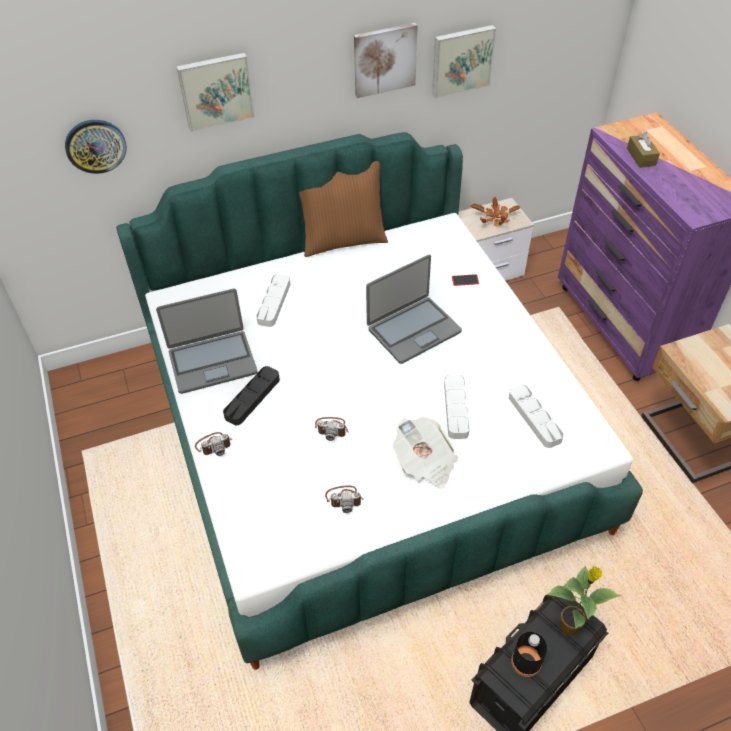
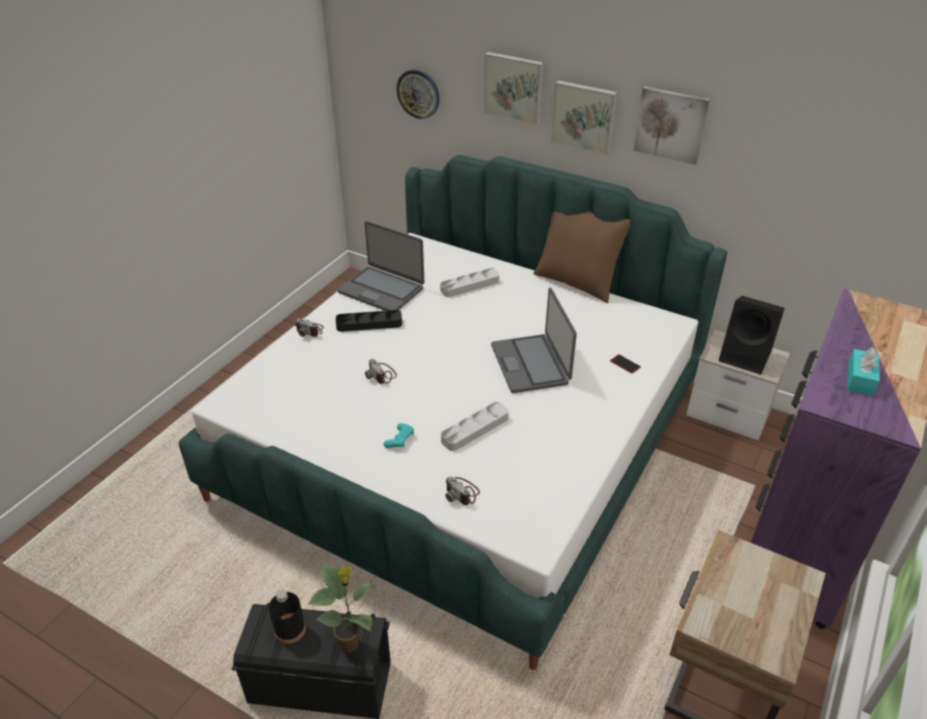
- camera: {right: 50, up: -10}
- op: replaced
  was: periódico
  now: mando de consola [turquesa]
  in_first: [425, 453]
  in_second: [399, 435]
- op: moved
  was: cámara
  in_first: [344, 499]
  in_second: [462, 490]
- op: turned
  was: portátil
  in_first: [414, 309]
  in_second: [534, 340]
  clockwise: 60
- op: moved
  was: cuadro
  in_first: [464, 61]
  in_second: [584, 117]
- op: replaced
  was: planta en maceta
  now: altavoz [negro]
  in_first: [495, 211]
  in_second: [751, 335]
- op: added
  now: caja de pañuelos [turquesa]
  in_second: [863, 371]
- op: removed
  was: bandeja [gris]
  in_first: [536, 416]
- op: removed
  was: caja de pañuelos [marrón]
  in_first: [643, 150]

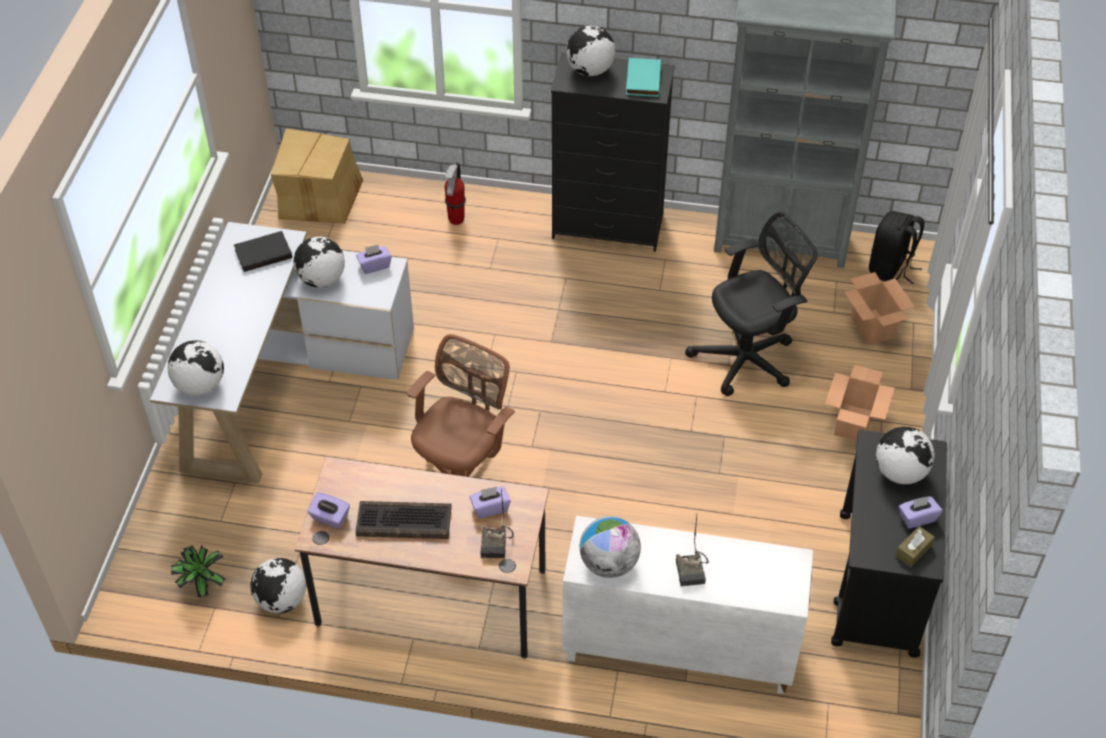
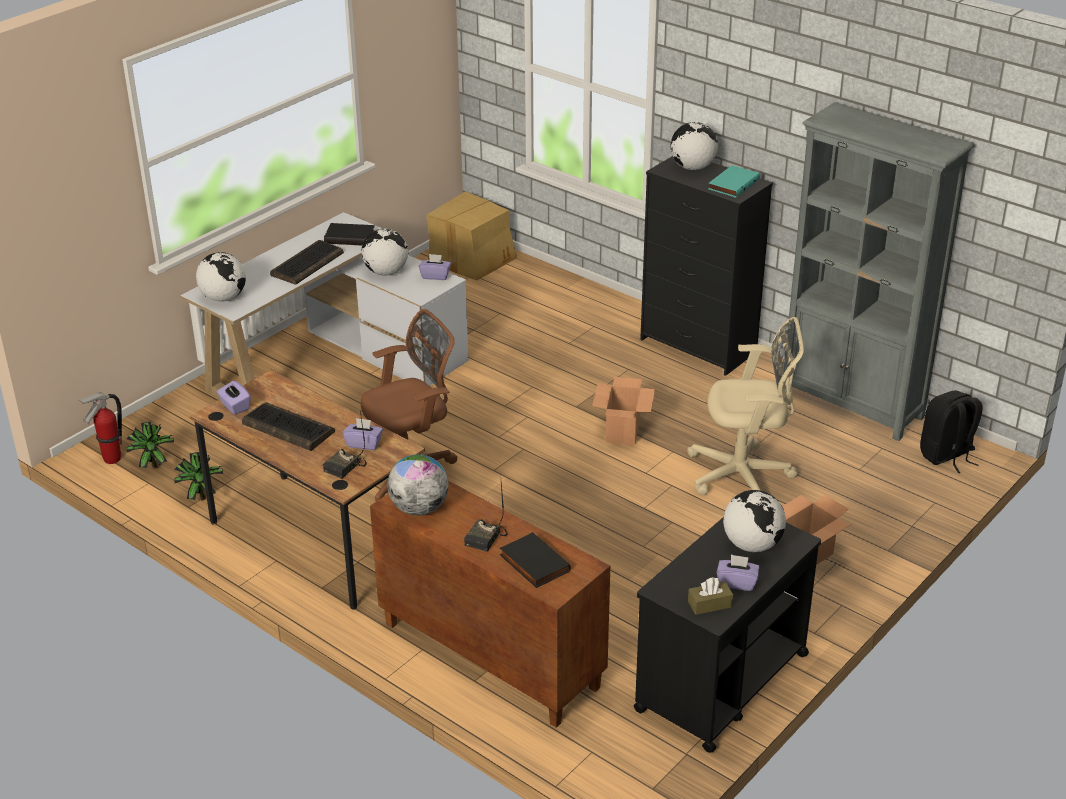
- camera: {right: 30, up: -15}
- op: moved
  was: extintor
  in_first: [455, 194]
  in_second: [100, 428]
- op: replaced
  was: globo terráqueo
  now: planta en maceta
  in_first: [278, 585]
  in_second: [198, 476]
- op: added
  now: teclado
  in_second: [307, 262]
- op: recoloured
  was: armario [blanco]
  now: armario [marrón]
  in_first: [687, 604]
  in_second: [490, 604]
- op: added
  now: libro [negro]
  in_second: [535, 560]
- op: moved
  was: caja de cartón
  in_first: [879, 308]
  in_second: [623, 411]
- op: recoloured
  was: silla de oficina [negro]
  now: silla de oficina [beis]
  in_first: [751, 304]
  in_second: [745, 406]

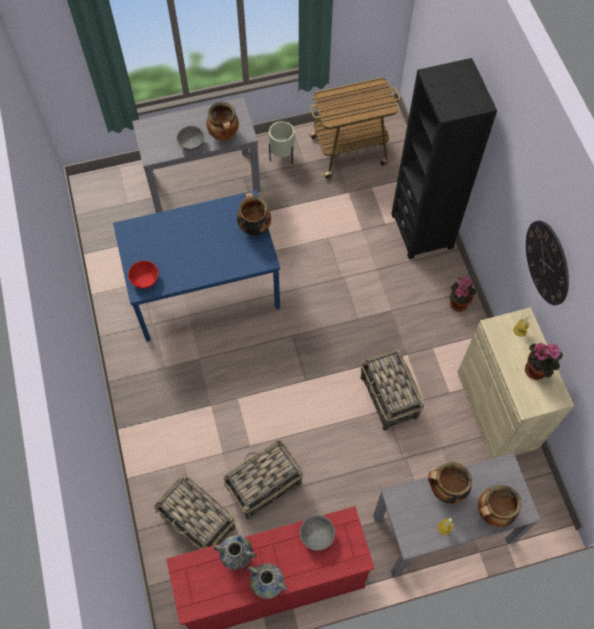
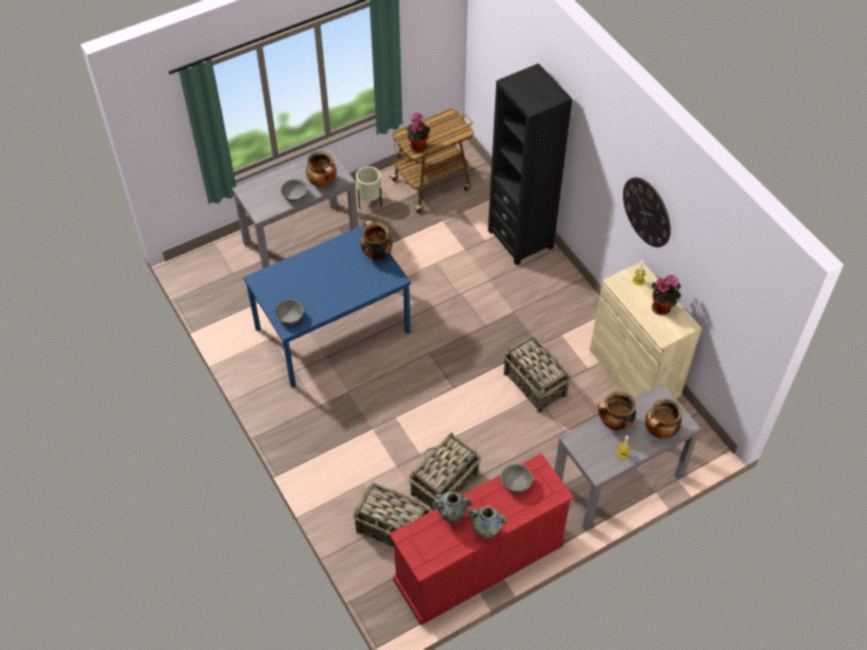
- camera: {right: -15, up: -10}
- op: recoloured
  was: cuenco [rojo]
  now: cuenco [gris]
  in_first: [143, 275]
  in_second: [289, 312]
- op: moved
  was: planta en maceta
  in_first: [463, 294]
  in_second: [418, 132]

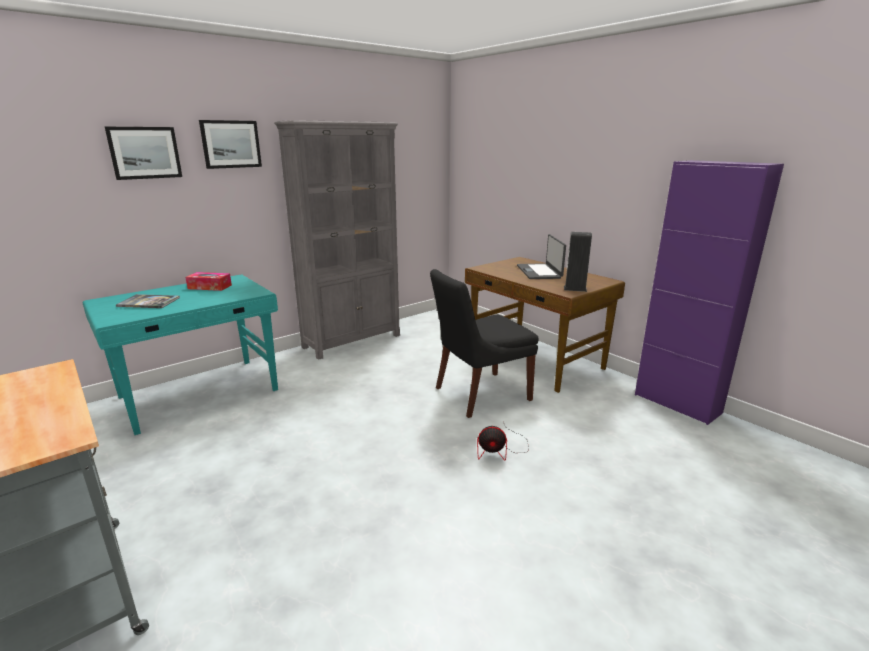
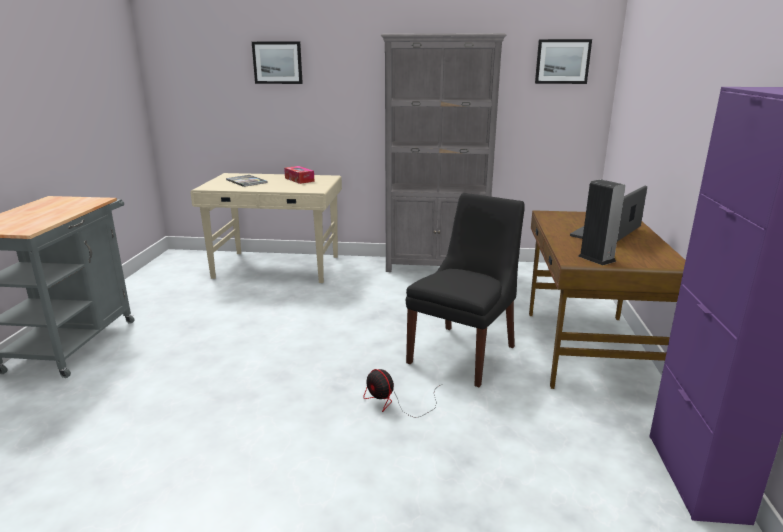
- camera: {right: 45, up: 0}
- op: recoloured
  was: escritorio [turquesa]
  now: escritorio [beis]
  in_first: [180, 355]
  in_second: [266, 228]
- op: turned
  was: silla [negro]
  in_first: [484, 343]
  in_second: [465, 290]
  clockwise: 105
- op: moved
  was: cuadro
  in_first: [230, 144]
  in_second: [563, 61]

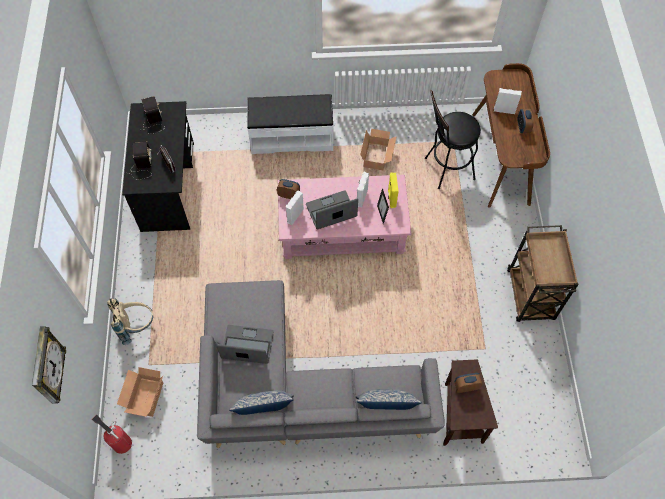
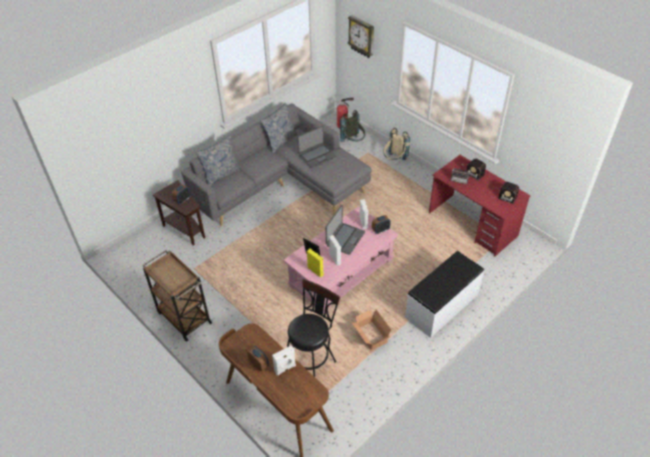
- camera: {right: 140, up: -15}
- op: replaced
  was: caja de cartón
  now: mochila [gris]
  in_first: [140, 392]
  in_second: [352, 126]
- op: recoloured
  was: escritorio [negro]
  now: escritorio [rojo]
  in_first: [158, 166]
  in_second: [480, 205]

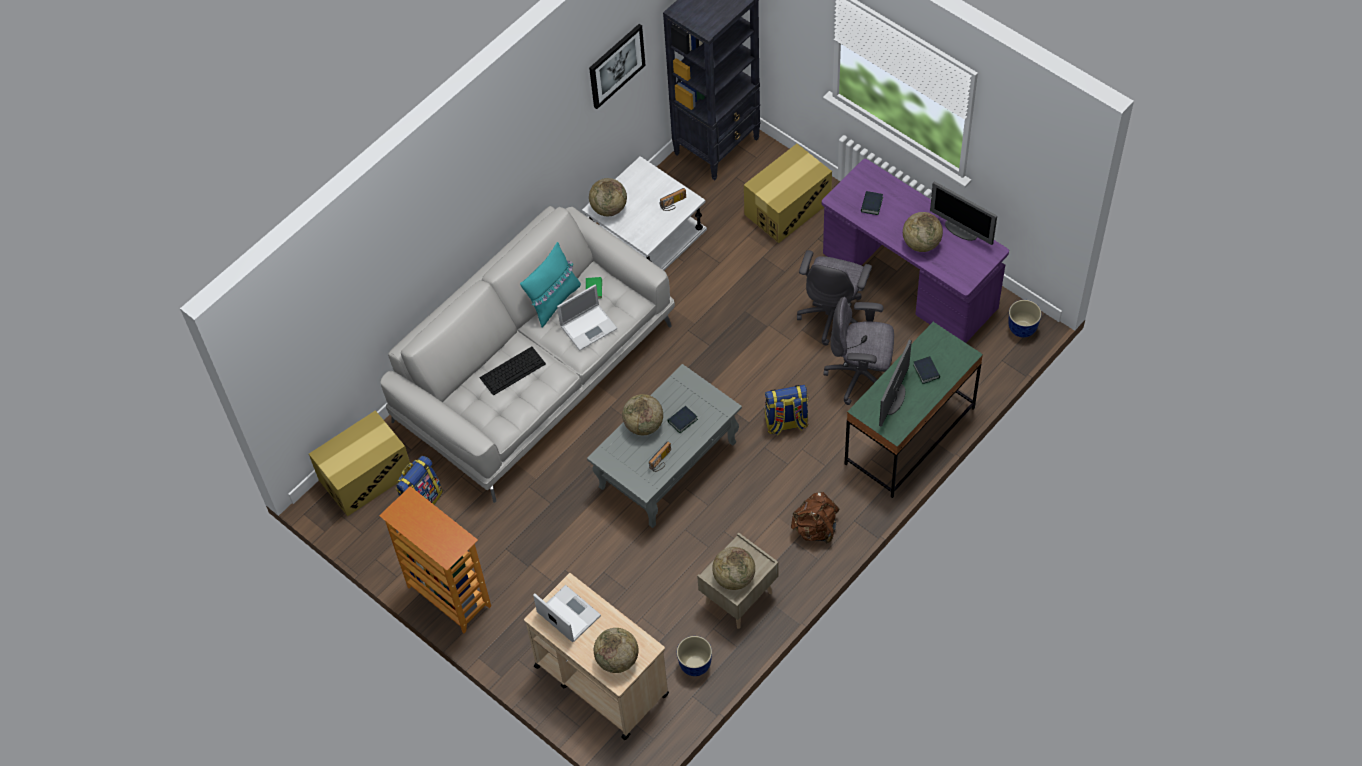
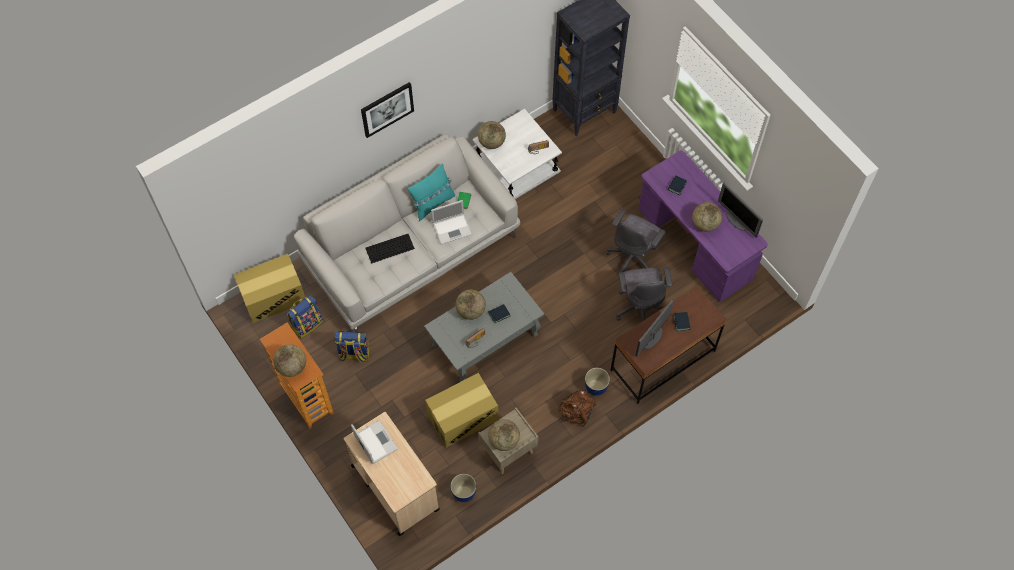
- camera: {right: 10, up: 5}
- op: moved
  was: globo terráqueo
  in_first: [616, 650]
  in_second: [289, 360]
- op: moved
  was: mochila
  in_first: [787, 410]
  in_second: [352, 347]
- op: moved
  was: cuadro
  in_first: [617, 66]
  in_second: [387, 110]
- op: moved
  was: caja de cartón
  in_first: [788, 193]
  in_second: [461, 410]
- op: moved
  was: maceta
  in_first: [1025, 318]
  in_second: [597, 382]
- op: recoloured
  was: escritorio [verde]
  now: escritorio [marrón]
  in_first: [914, 410]
  in_second: [669, 345]
- op: turned
  was: silla de oficina [gris]
  in_first: [858, 351]
  in_second: [644, 294]
  clockwise: -120

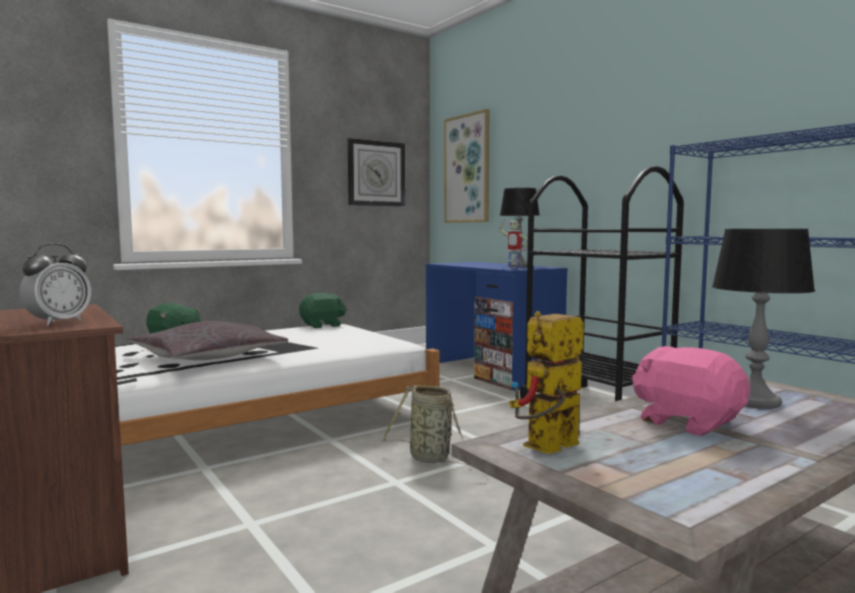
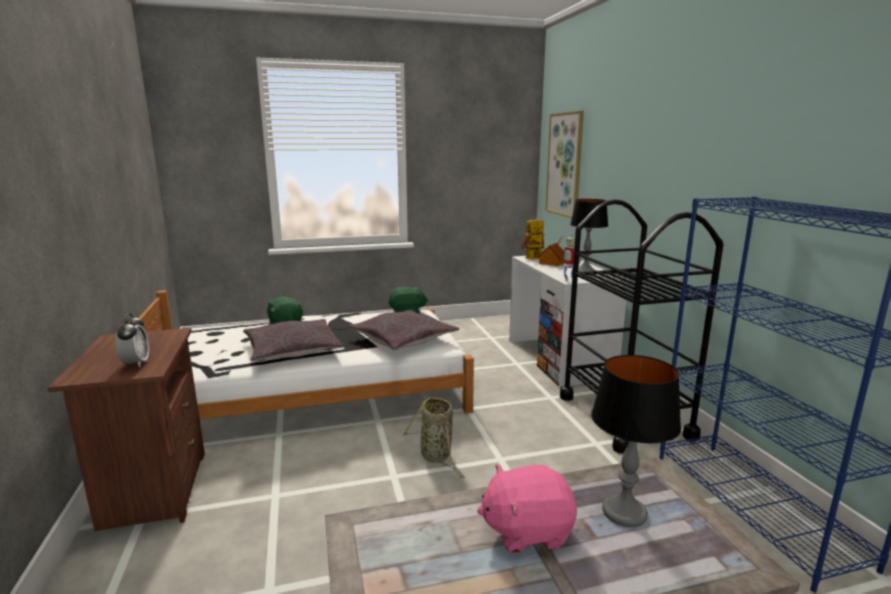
- camera: {right: 20, up: 10}
- op: turned
  was: despertador
  in_first: [55, 284]
  in_second: [132, 340]
  clockwise: -60
- op: added
  now: cojín [gris]
  in_second: [403, 330]
- op: turned
  was: peluche [rosa]
  in_first: [690, 391]
  in_second: [527, 508]
  clockwise: -75
- op: recoloured
  was: escritorio [azul]
  now: escritorio [blanco]
  in_first: [497, 326]
  in_second: [568, 321]
- op: moved
  was: robot de juguete
  in_first: [546, 382]
  in_second: [532, 239]
- op: added
  now: casita
  in_second: [551, 255]
- op: removed
  was: reloj de pared
  in_first: [376, 172]

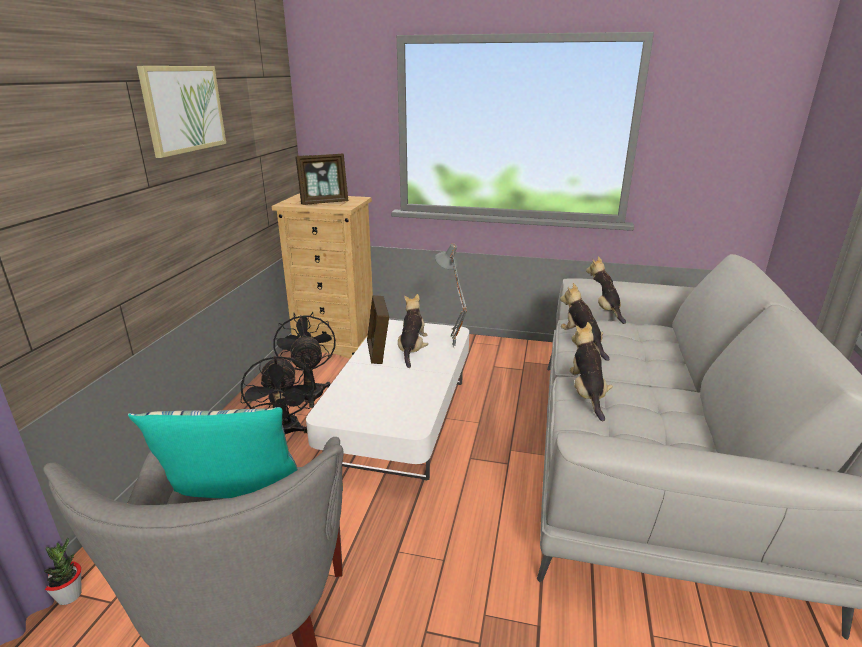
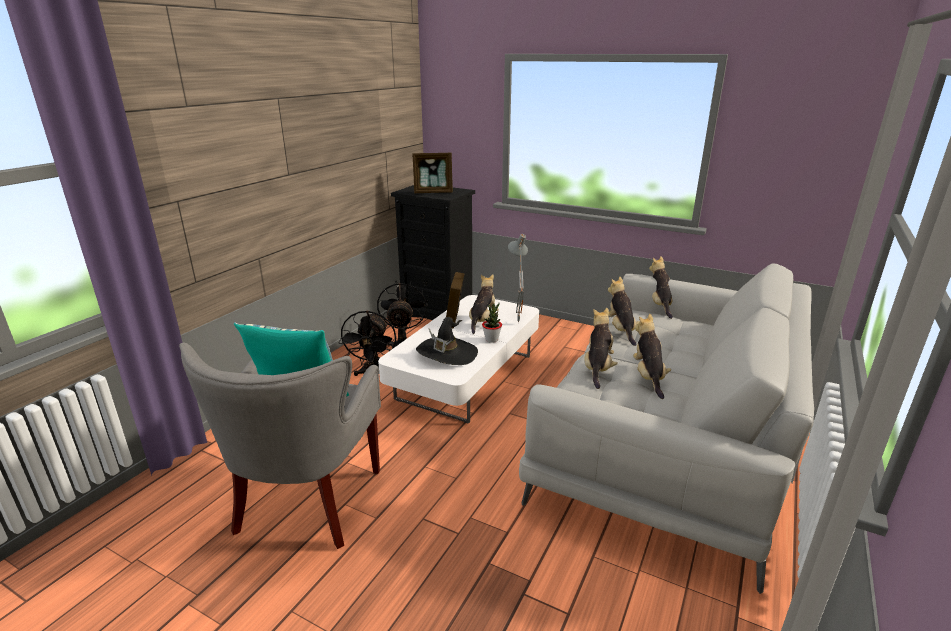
- camera: {right: 15, up: 0}
- op: recoloured
  was: cómoda [beis]
  now: cómoda [negro]
  in_first: [322, 276]
  in_second: [433, 252]
- op: added
  now: sombrero [negro]
  in_second: [447, 341]
- op: moved
  was: planta en maceta
  in_first: [63, 571]
  in_second: [492, 322]
- op: added
  now: peluche
  in_second: [652, 356]
- op: removed
  was: cuadro
  in_first: [181, 112]

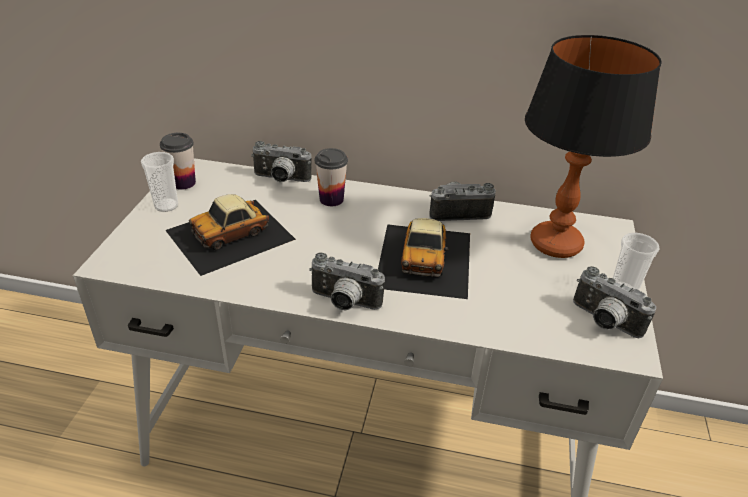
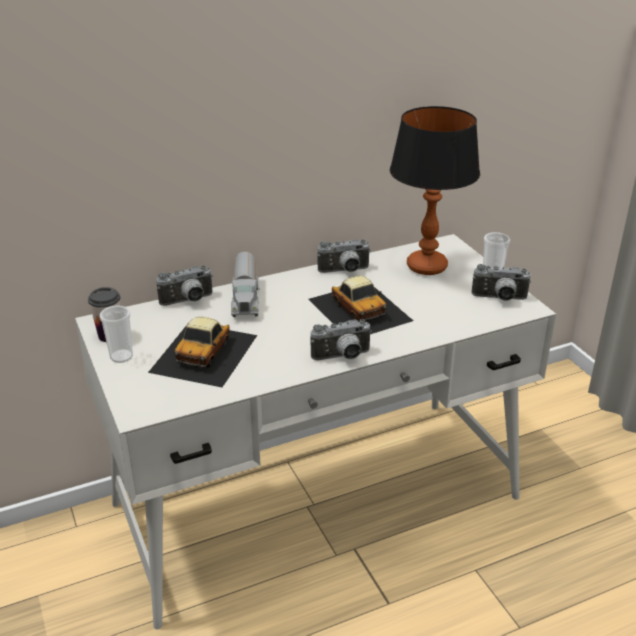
- camera: {right: -35, up: -5}
- op: replaced
  was: taza
  now: camión de juguete
  in_first: [331, 177]
  in_second: [245, 284]
- op: turned
  was: cámara
  in_first: [462, 201]
  in_second: [344, 256]
  clockwise: -150

